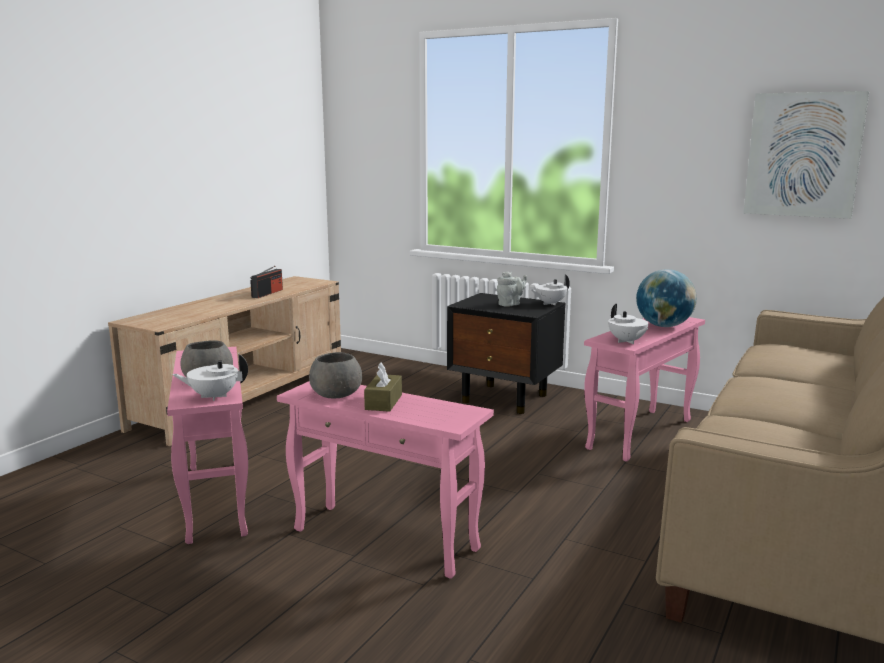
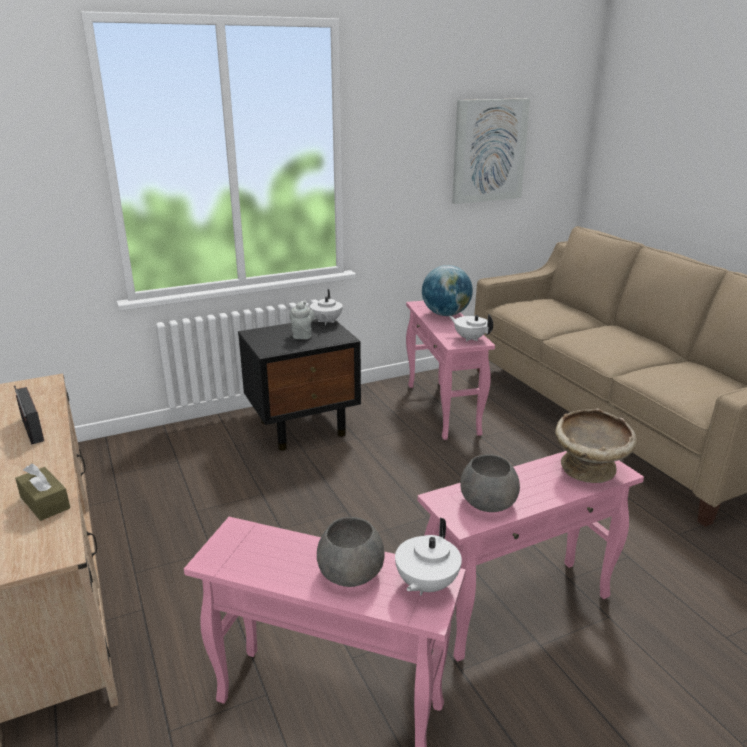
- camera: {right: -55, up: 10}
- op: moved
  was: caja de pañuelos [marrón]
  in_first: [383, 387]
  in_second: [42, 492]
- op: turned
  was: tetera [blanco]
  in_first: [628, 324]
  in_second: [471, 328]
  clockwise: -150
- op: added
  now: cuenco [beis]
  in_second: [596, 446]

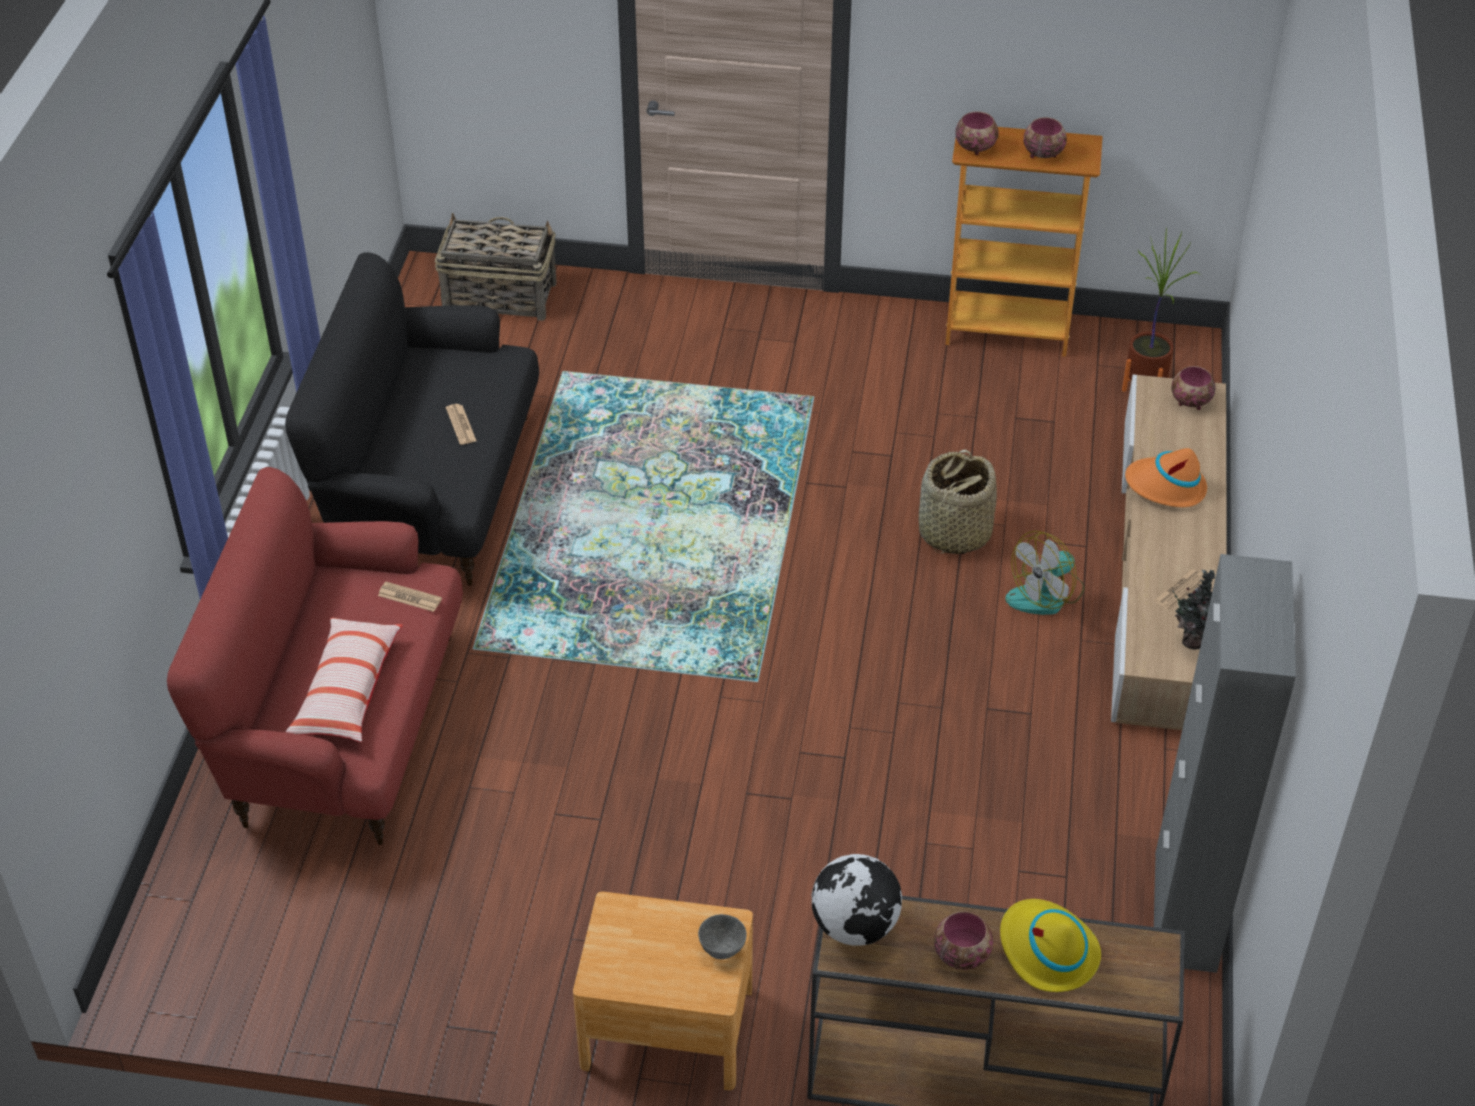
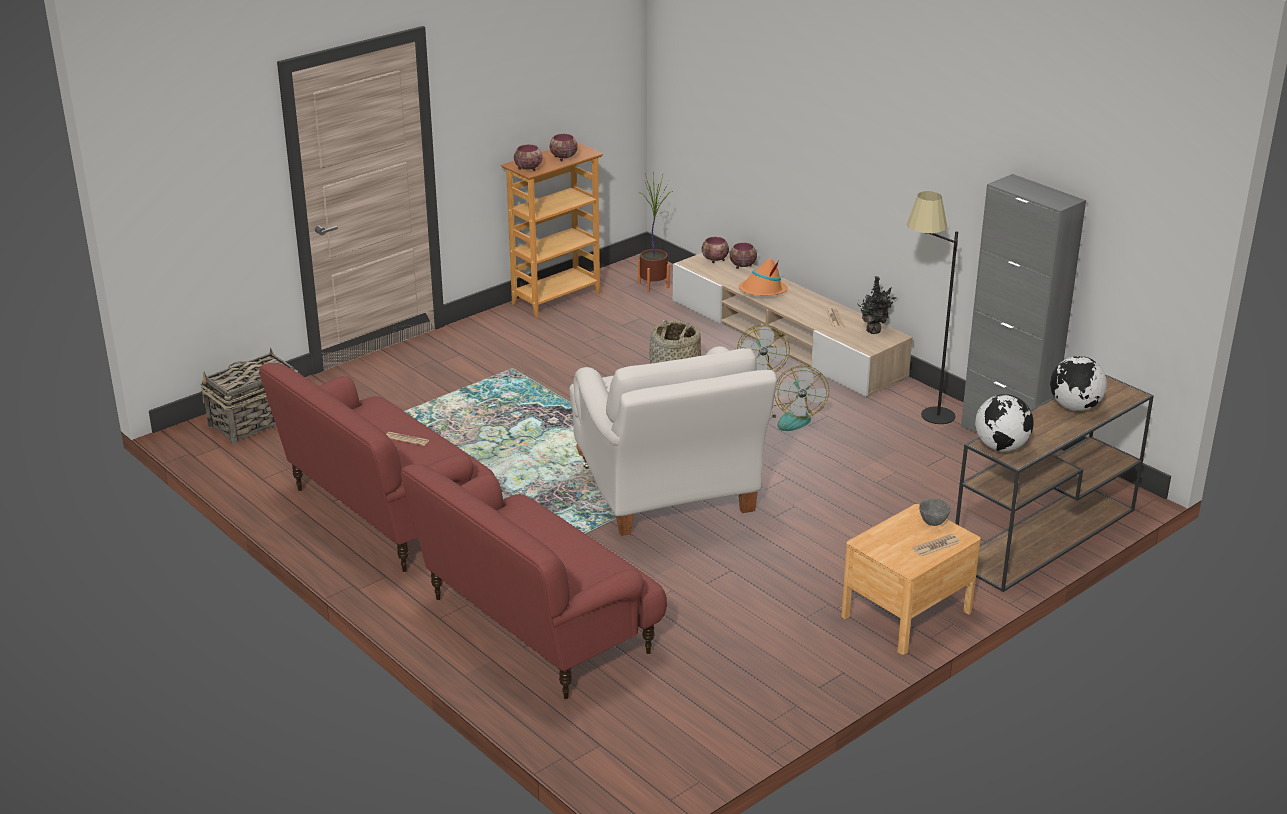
- camera: {right: -50, up: -15}
- op: recoloured
  was: sofá [negro]
  now: sofá [rojo]
  in_first: [412, 419]
  in_second: [376, 467]
- op: added
  now: sillón [blanco]
  in_second: [673, 441]
- op: moved
  was: cuenco
  in_first: [963, 940]
  in_second: [743, 255]
- op: added
  now: ventilador
  in_second: [800, 398]
- op: added
  now: lámpara de pie [negro]
  in_second: [932, 307]
- op: moved
  was: periódico
  in_first: [410, 597]
  in_second: [936, 545]
- op: replaced
  was: sombrero [amarillo]
  now: globo terráqueo
  in_first: [1050, 945]
  in_second: [1078, 383]
- op: removed
  was: cojín
  in_first: [344, 679]

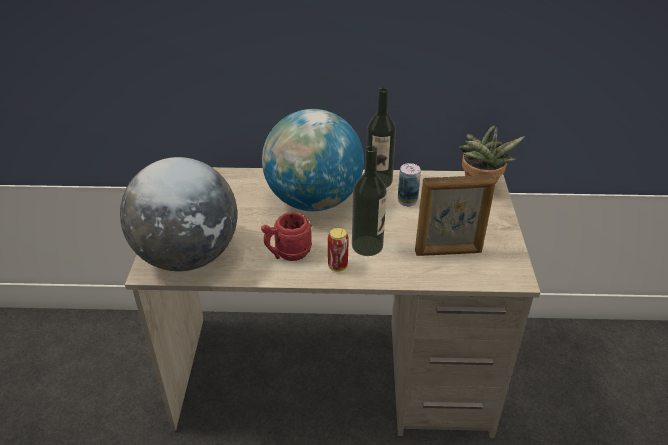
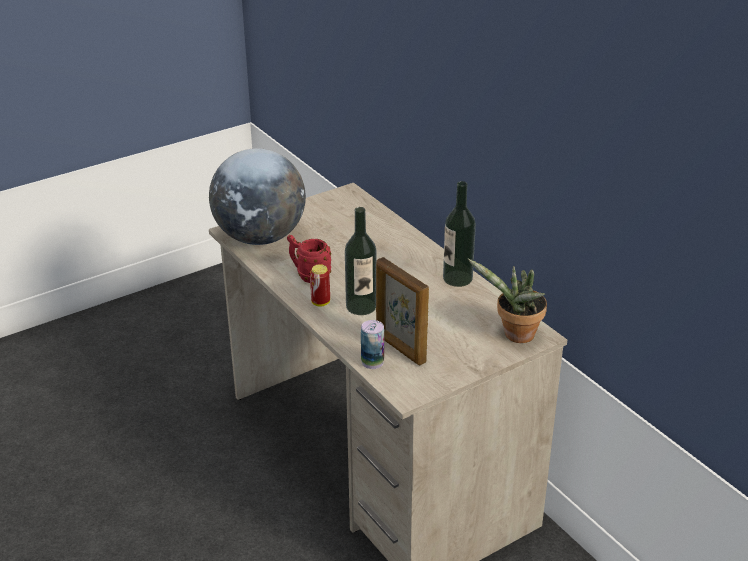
- camera: {right: 55, up: -5}
- op: moved
  was: lata
  in_first: [409, 185]
  in_second: [372, 344]
- op: removed
  was: globo terráqueo
  in_first: [313, 160]

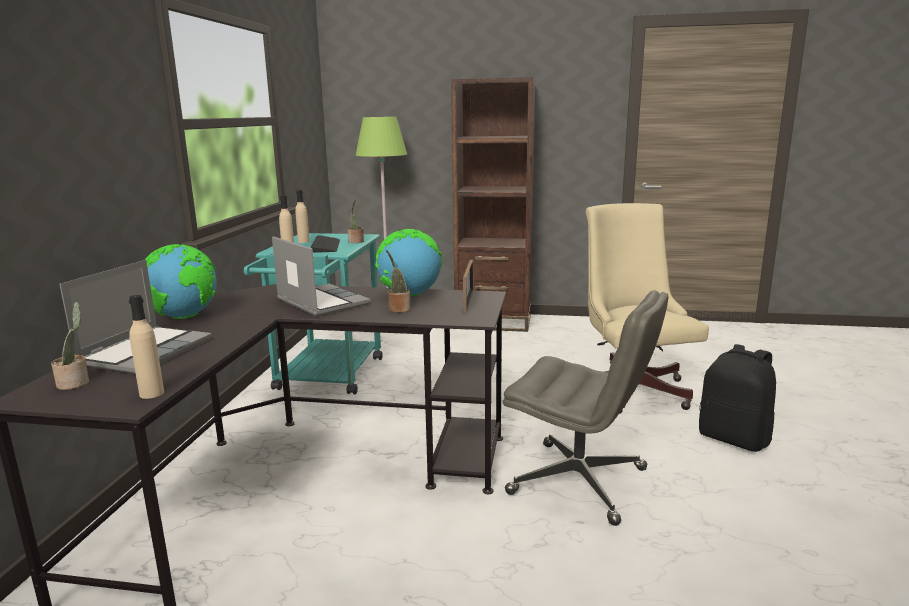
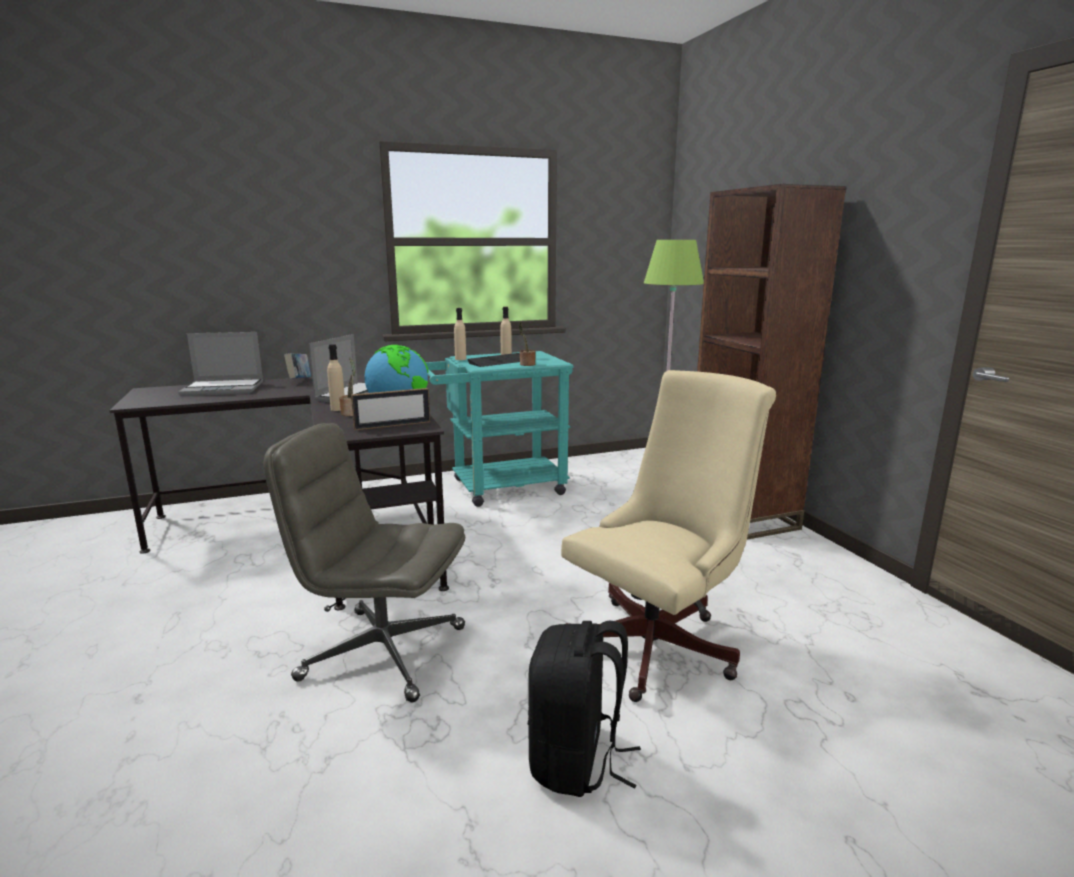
- camera: {right: 60, up: 0}
- op: turned
  was: silla de oficina [gris]
  in_first: [585, 408]
  in_second: [364, 562]
  clockwise: 105
- op: replaced
  was: globo terráqueo
  now: libro
  in_first: [181, 281]
  in_second: [297, 366]
- op: moved
  was: botella [beis]
  in_first: [146, 347]
  in_second: [336, 377]
- op: removed
  was: planta en maceta
  in_first: [70, 346]

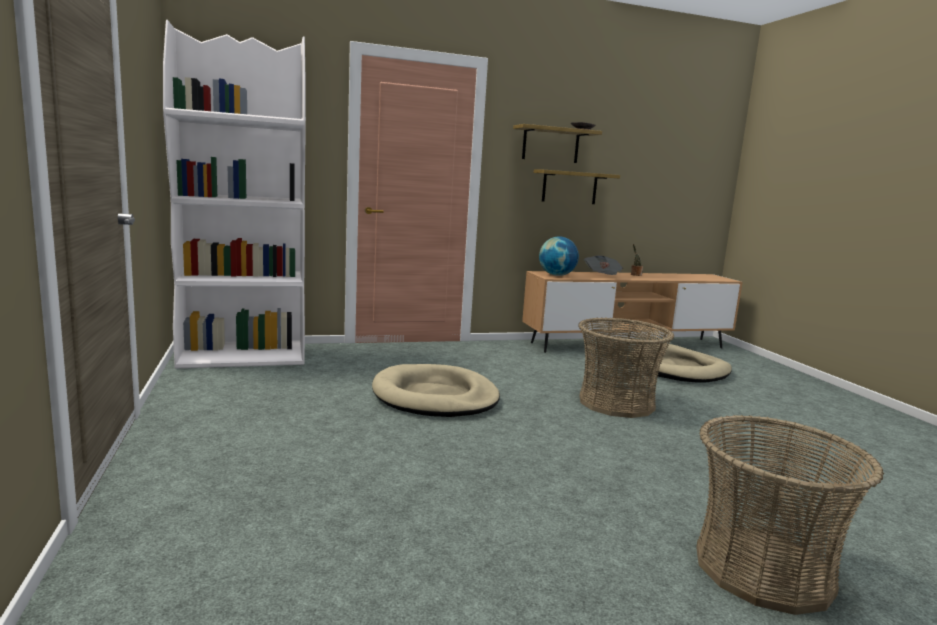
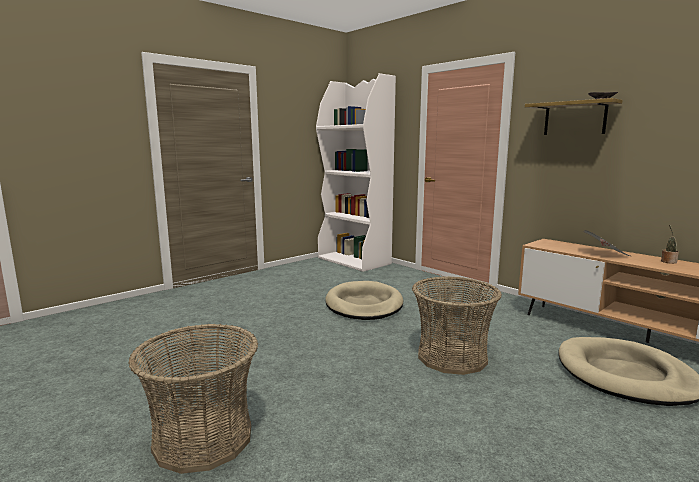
- camera: {right: 65, up: 0}
- op: removed
  was: estante
  in_first: [577, 186]
- op: removed
  was: globo terráqueo
  in_first: [559, 256]

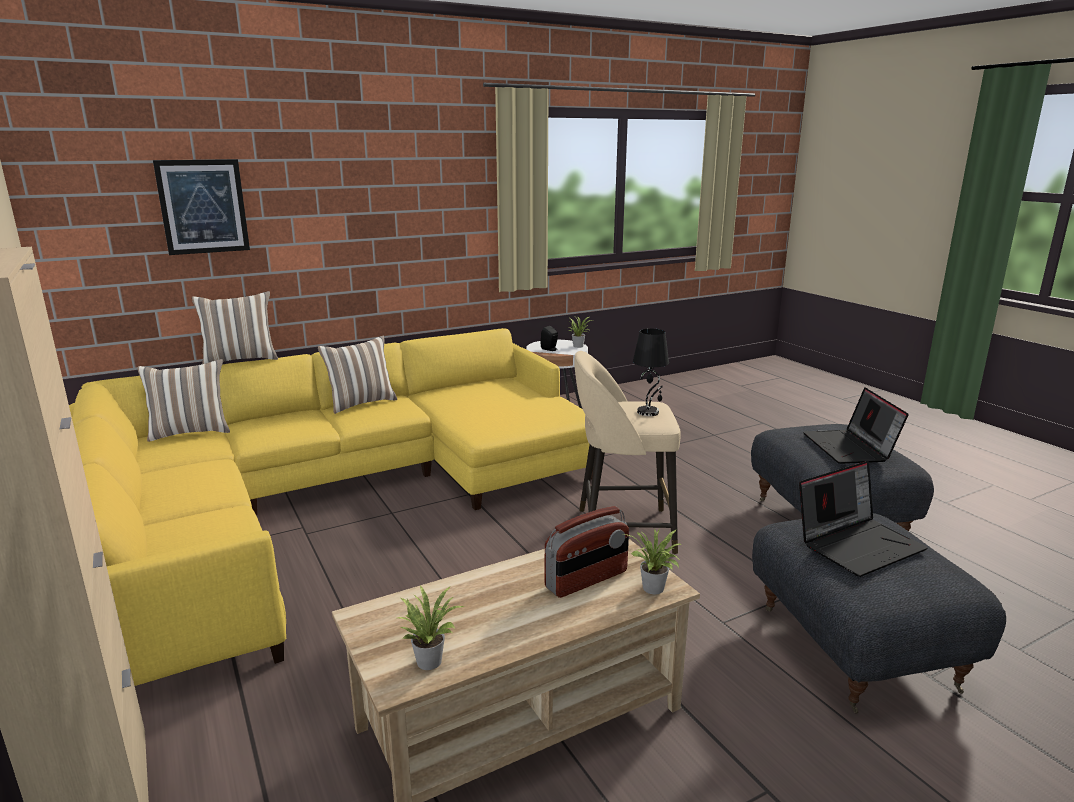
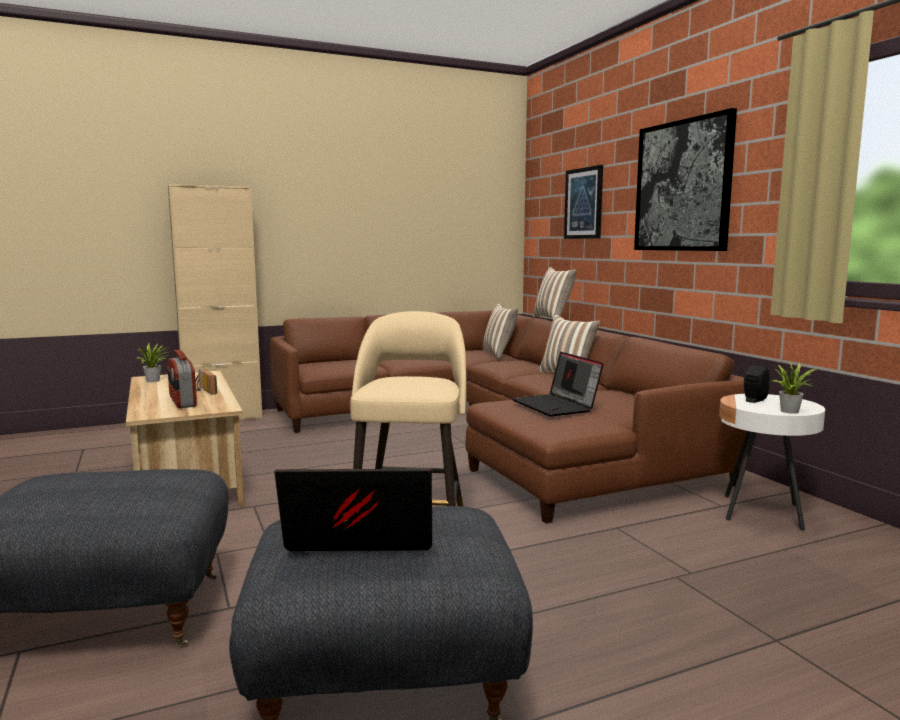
- camera: {right: 95, up: -10}
- op: added
  now: radio
  in_second: [206, 382]
- op: recoloured
  was: sofá [amarillo]
  now: sofá [marrón]
  in_first: [331, 507]
  in_second: [510, 417]
- op: moved
  was: portátil
  in_first: [863, 519]
  in_second: [558, 384]
- op: added
  now: cuadro
  in_second: [685, 179]
- op: removed
  was: planta en maceta
  in_first: [652, 561]
- op: removed
  was: lámpara de mesa [negro]
  in_first: [651, 372]

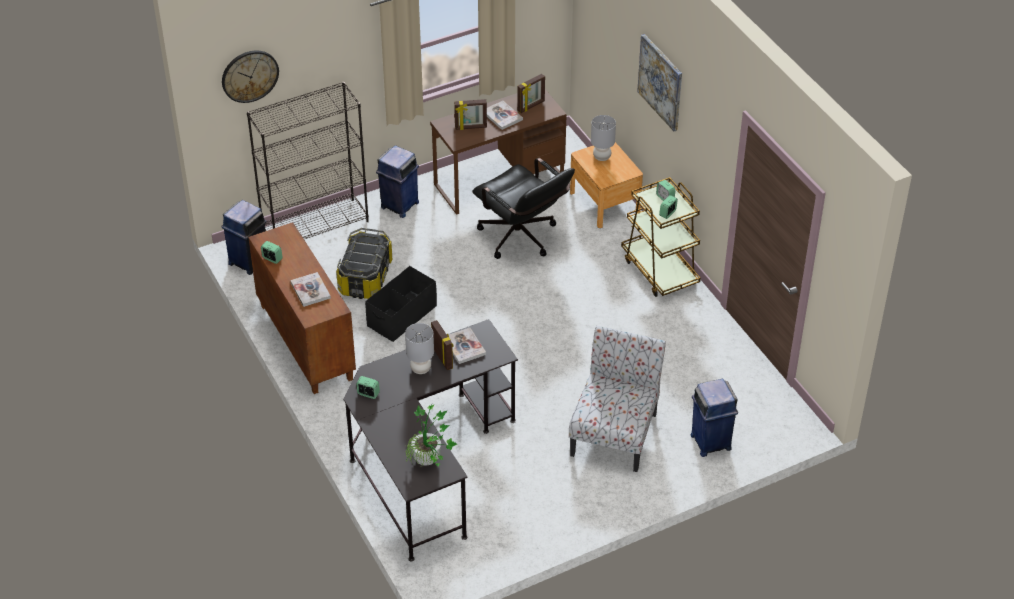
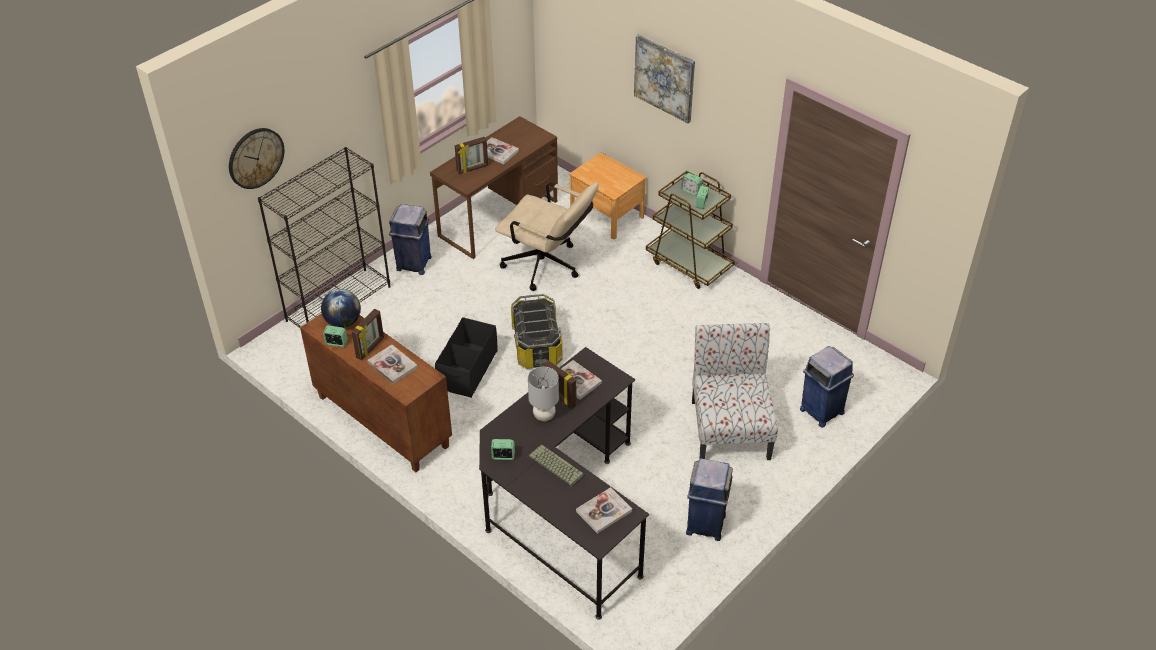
- camera: {right: -20, up: 0}
- op: added
  now: globo terráqueo
  in_second: [341, 308]
- op: moved
  was: portarretratos
  in_first: [531, 93]
  in_second: [368, 334]
- op: recoloured
  was: silla de oficina [negro]
  now: silla de oficina [beis]
  in_first: [523, 208]
  in_second: [547, 236]
- op: moved
  was: caja de almacenaje
  in_first: [364, 263]
  in_second: [537, 331]
- op: added
  now: teclado
  in_second: [556, 466]
- op: replaced
  was: planta en maceta
  now: libro
  in_first: [431, 434]
  in_second: [604, 510]
- op: moved
  was: papelera [azul]
  in_first: [244, 237]
  in_second: [709, 499]
- op: removed
  was: lámpara de mesa [gris]
  in_first: [603, 138]

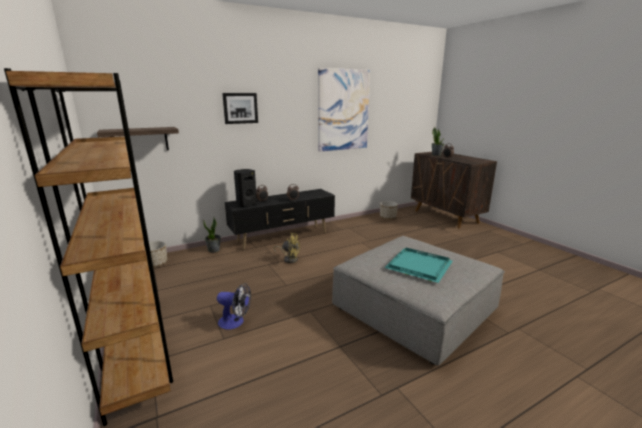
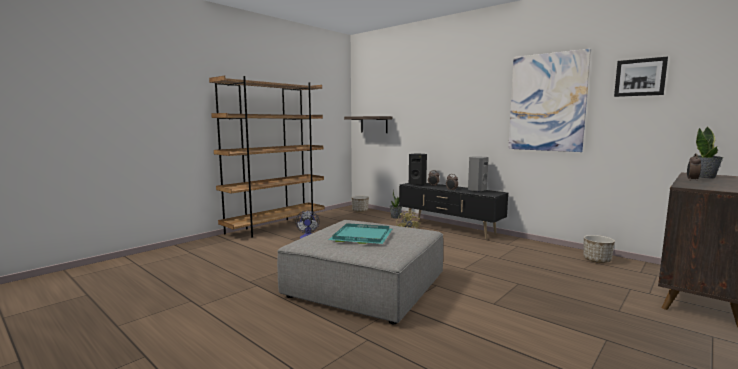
- camera: {right: 70, up: -10}
- op: added
  now: altavoz [gris]
  in_second: [478, 174]
- op: moved
  was: cuadro
  in_first: [240, 108]
  in_second: [641, 77]

